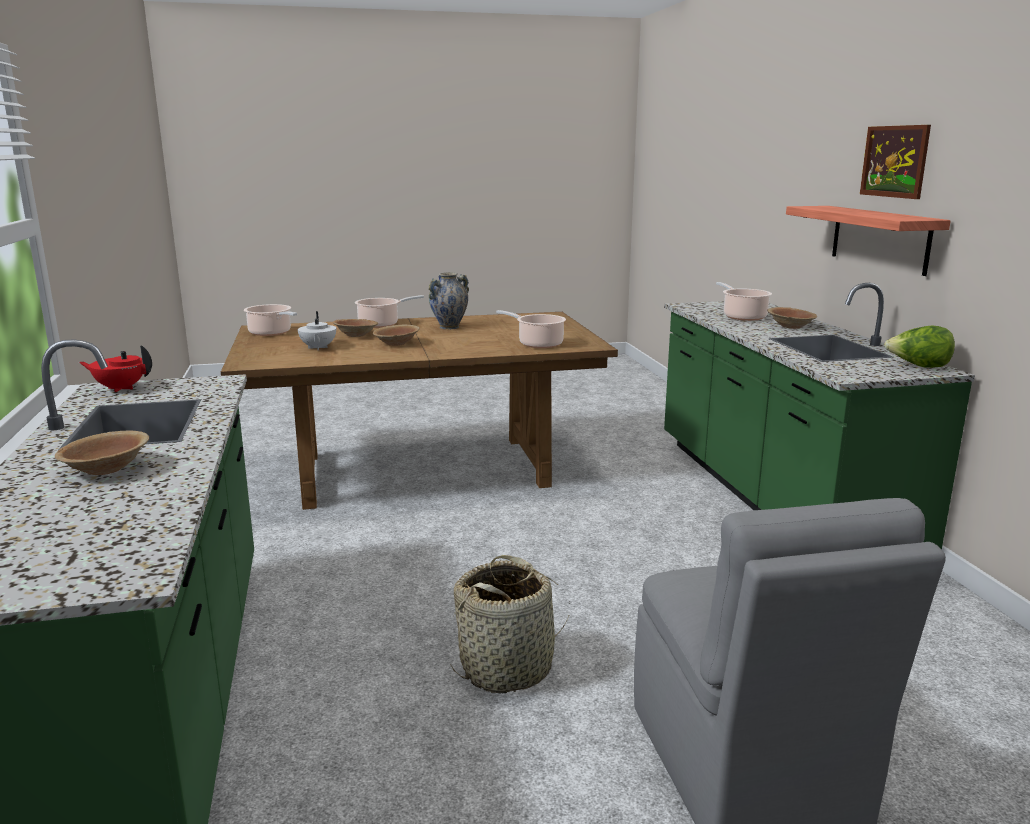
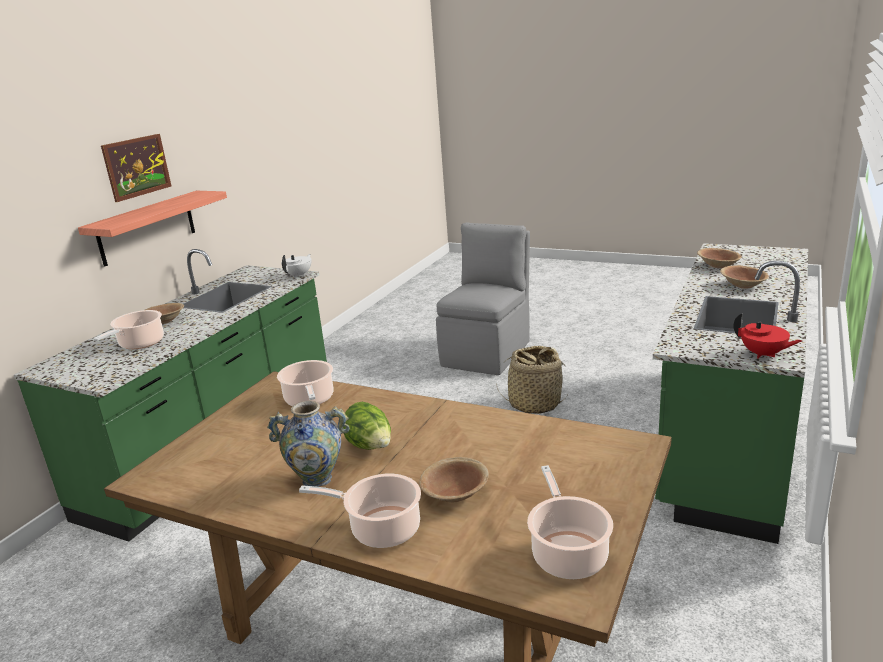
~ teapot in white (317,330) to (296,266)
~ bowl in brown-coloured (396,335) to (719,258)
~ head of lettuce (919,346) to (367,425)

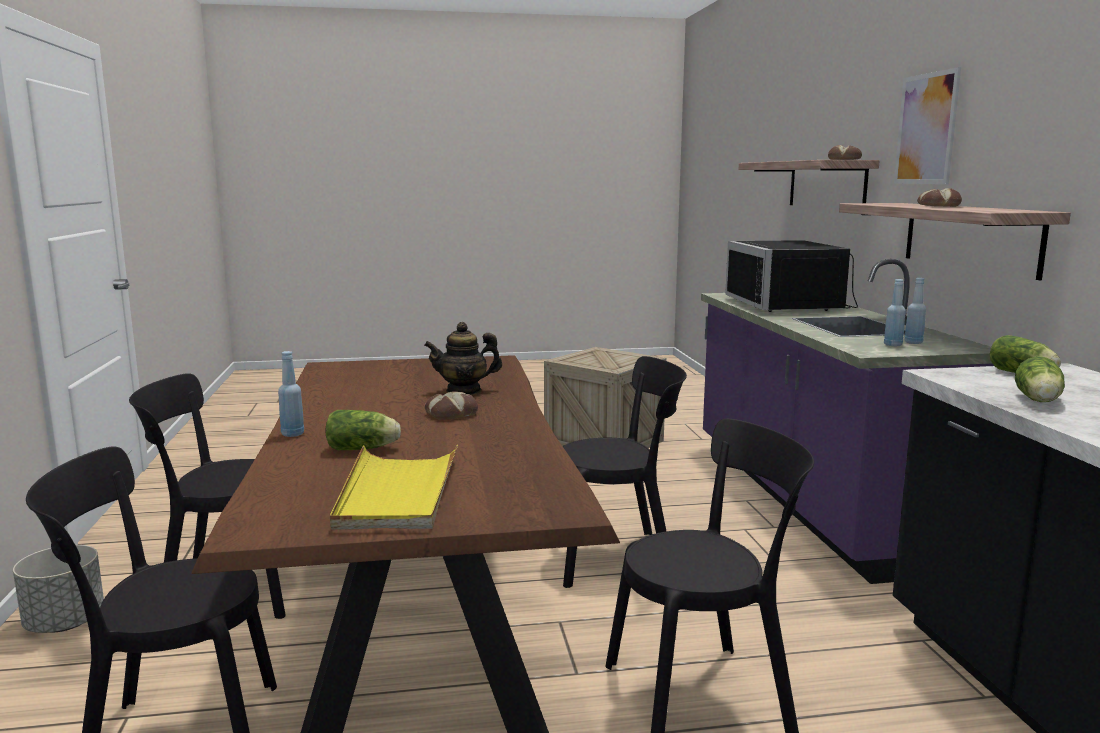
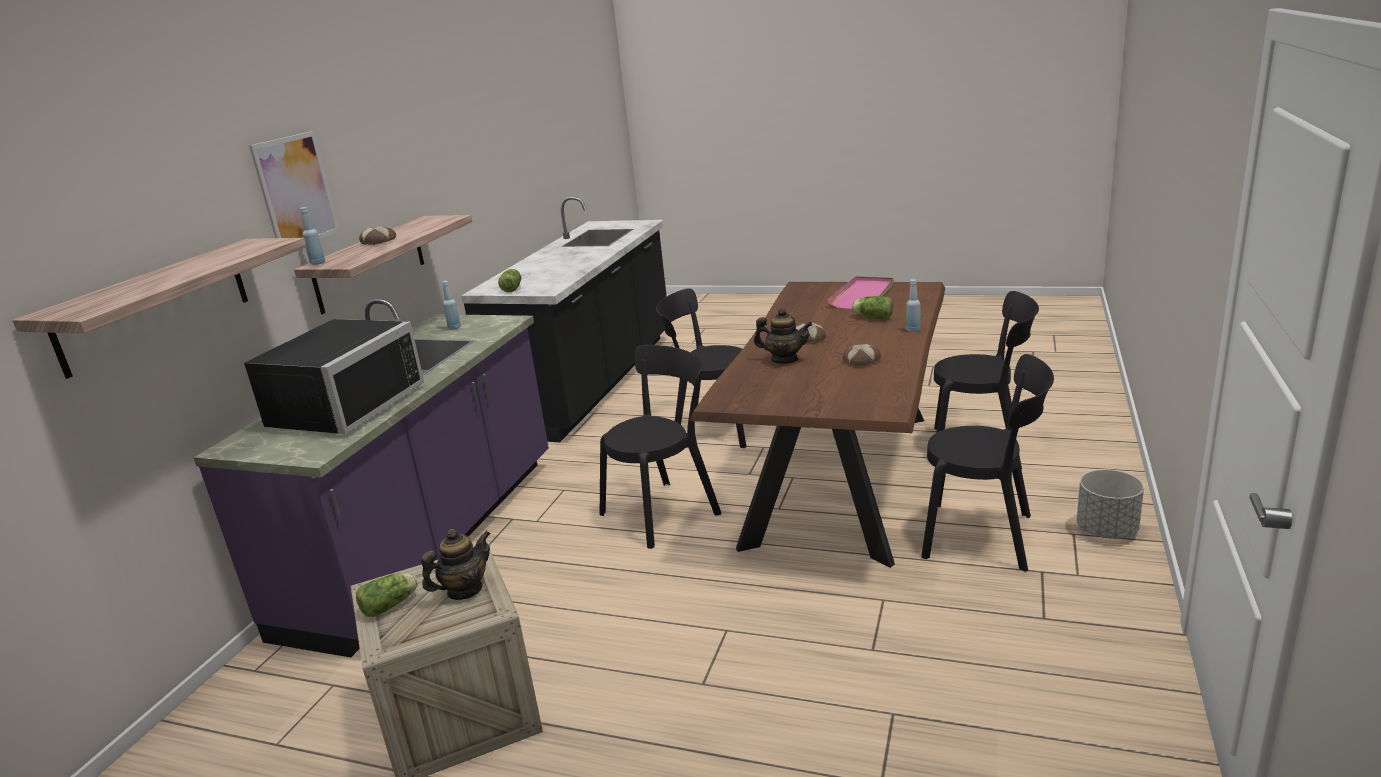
+ teapot (456,564)
~ bakery bread (845,152) to (861,355)
~ bottle in blue (895,312) to (312,236)
~ head of lettuce (1040,379) to (387,595)
~ carrying tray in yellow (394,487) to carrying tray in pink (860,292)
~ upright chair in black-coloured (625,472) = (661,447) 120 degrees clockwise

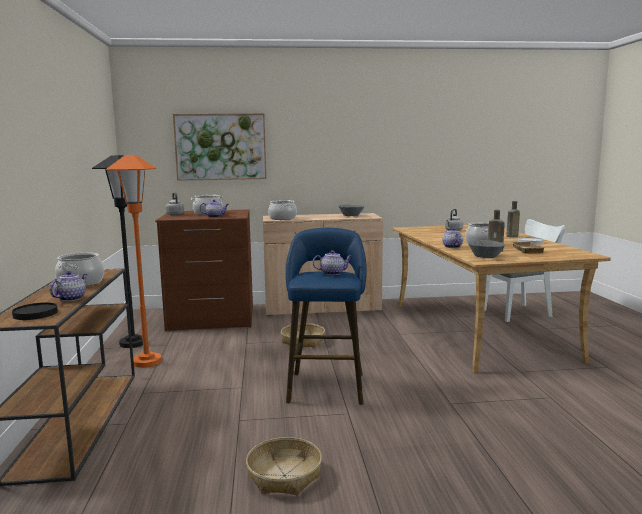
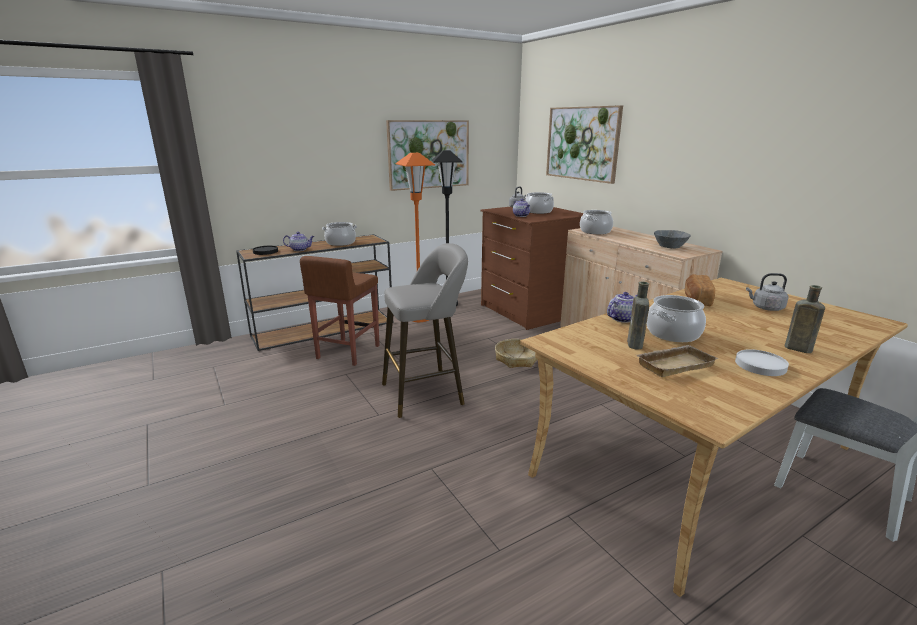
- basket (284,466)
- teapot (332,262)
- bowl in greyish (486,249)
+ sitting stool in brown-coloured (340,311)
+ wall picture (427,155)
+ bakery bread (700,290)
~ sitting stool in blue (326,316) to sitting stool in greyish (425,330)

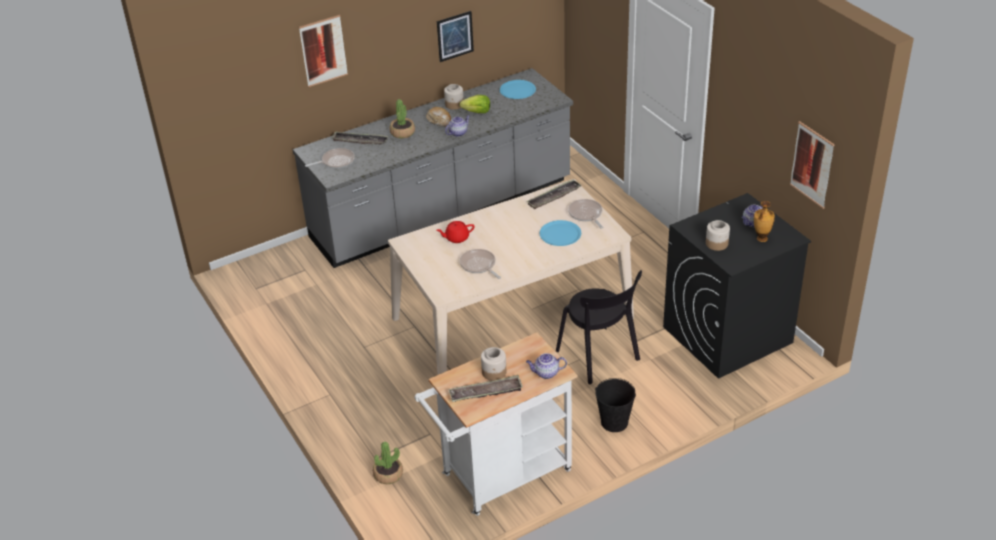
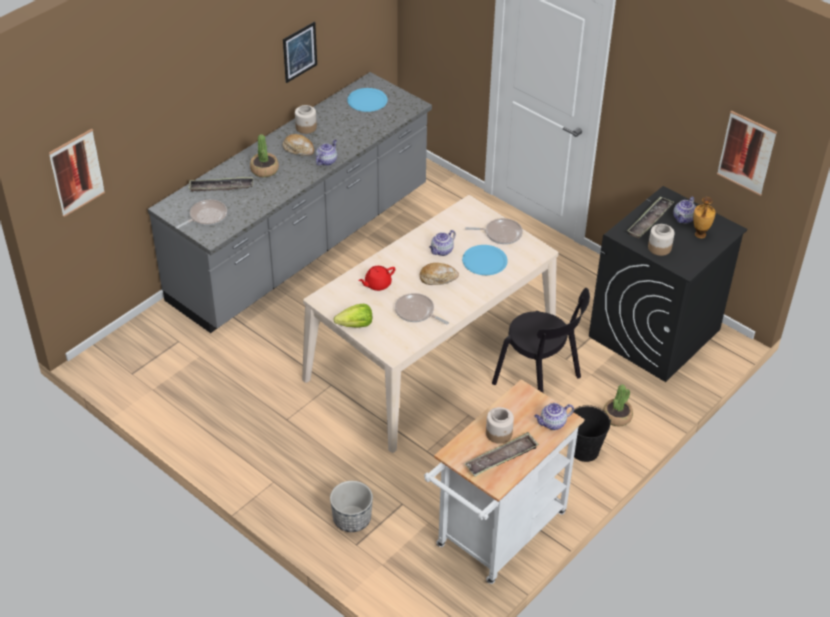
+ planter (351,506)
+ bakery bread (439,274)
+ teapot (442,243)
~ wall picture (323,51) to (77,173)
~ houseplant (388,463) to (618,405)
~ head of lettuce (475,104) to (353,316)
~ carrying tray (554,194) to (650,217)
~ pan (586,214) = (494,231) 135 degrees clockwise

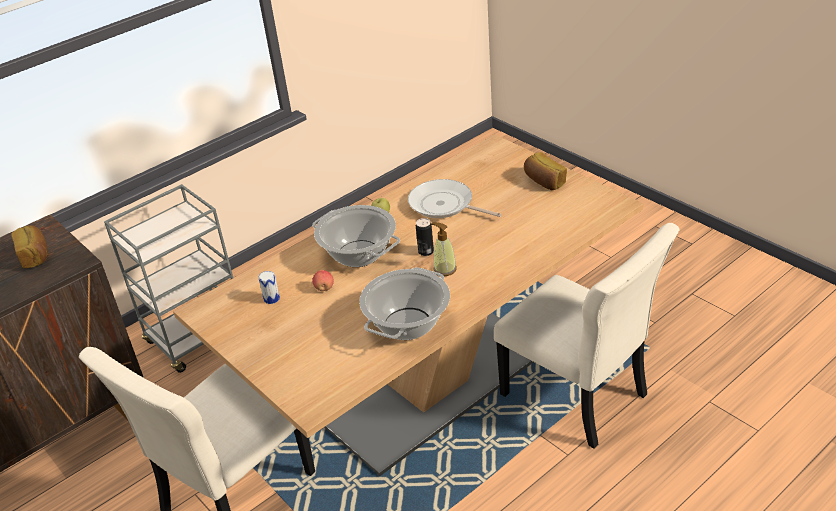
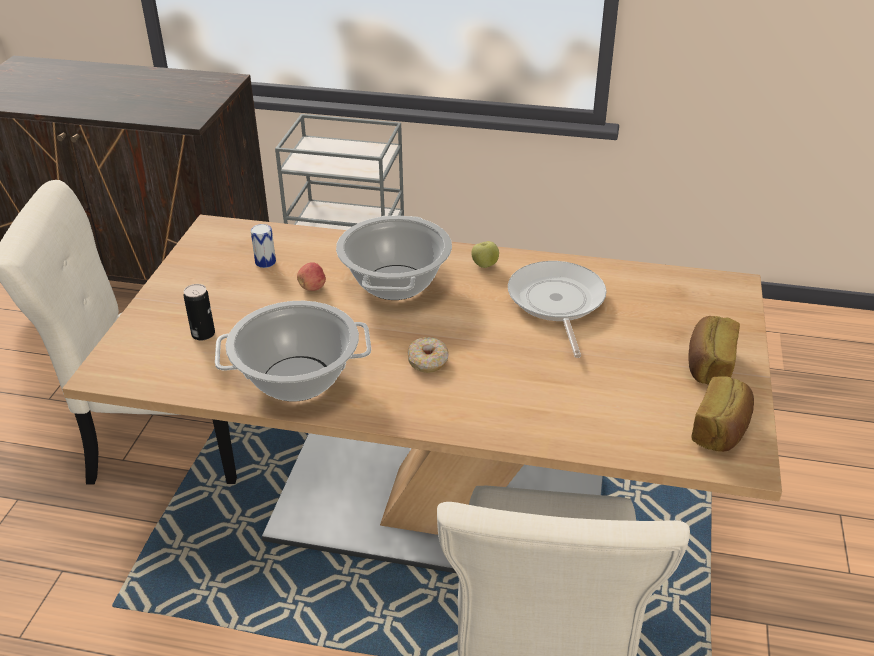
~ bakery bread (29,246) to (722,414)
~ can (425,237) to (199,312)
~ soap dispenser (444,249) to ring doughnut (428,355)

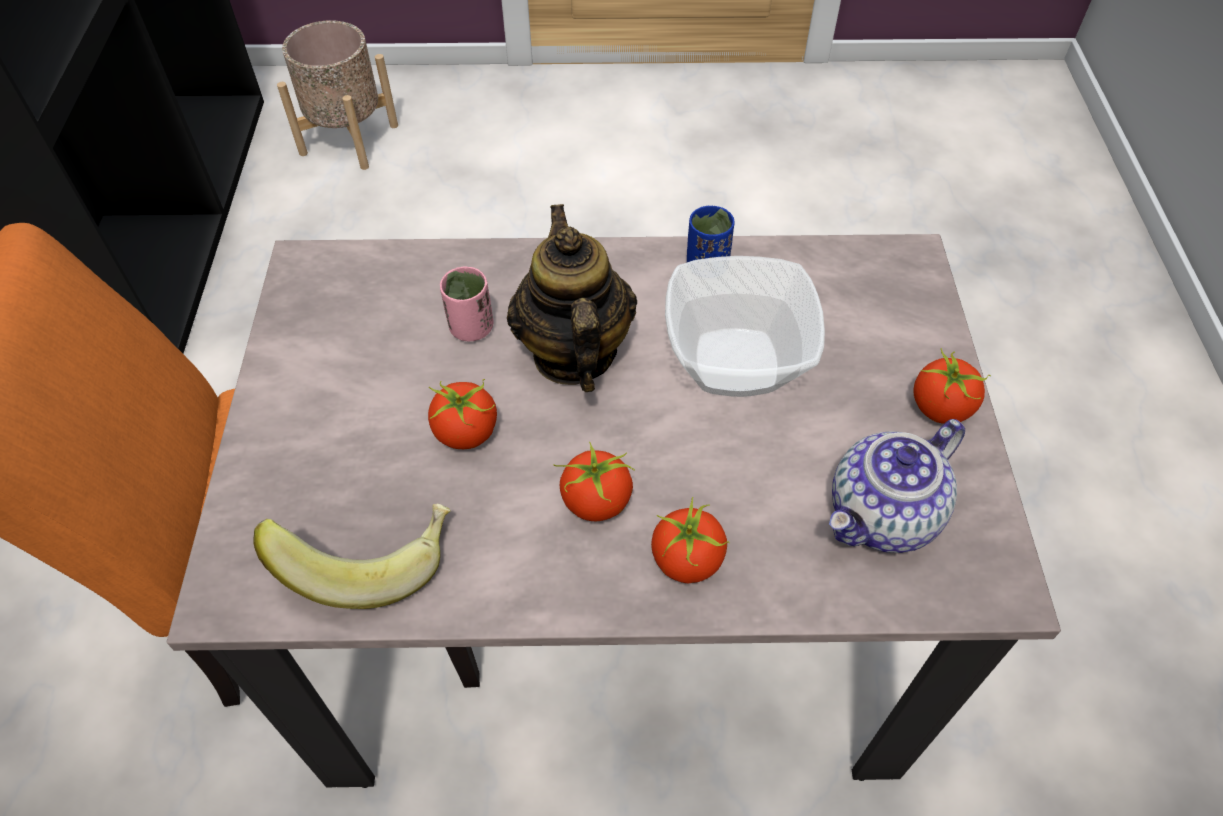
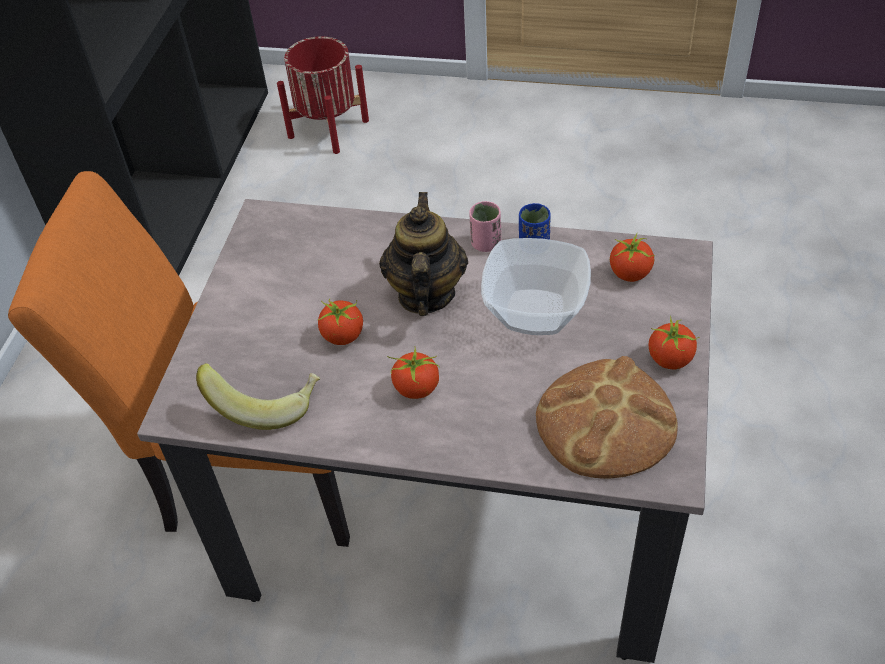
~ cup in pink (467,303) to (485,226)
~ tomato (690,540) to (632,258)
~ teapot (897,486) to bakery bread (607,417)
~ planter in beige (337,95) to planter in reddish (323,95)

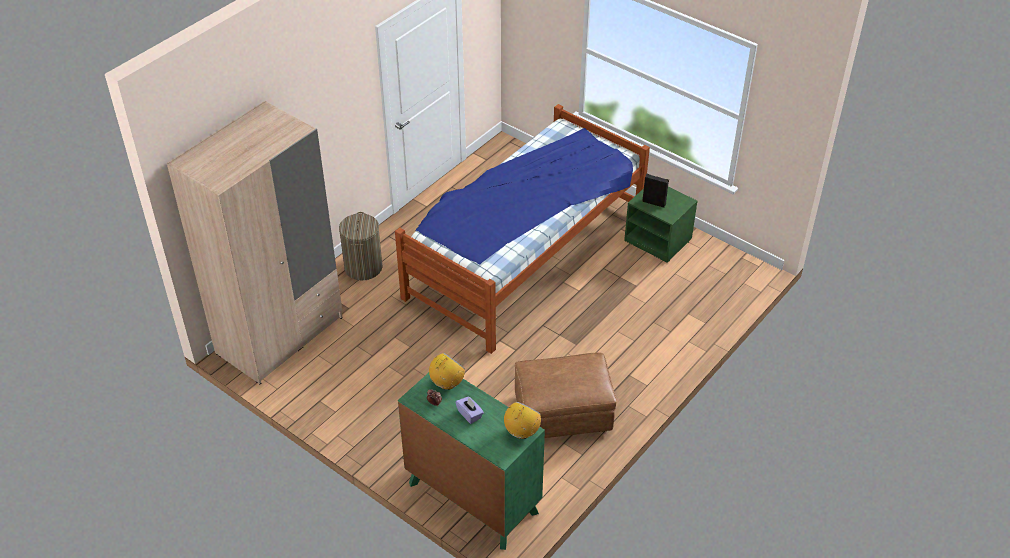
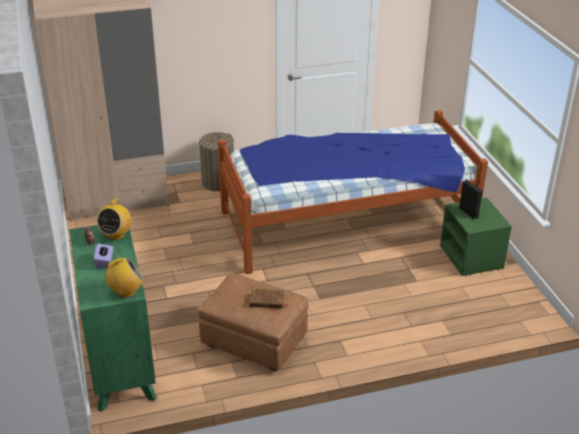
+ volume in brown-coloured (268,299)
~ radio set (447,371) = (114,219) 120 degrees clockwise

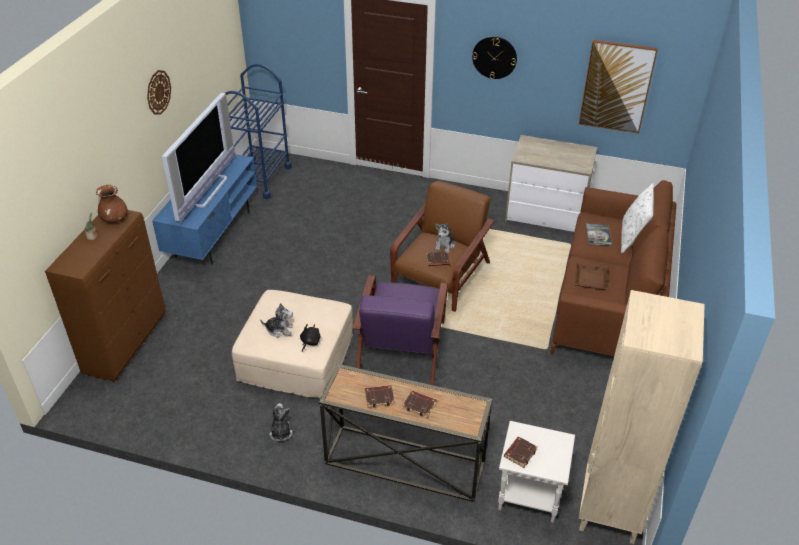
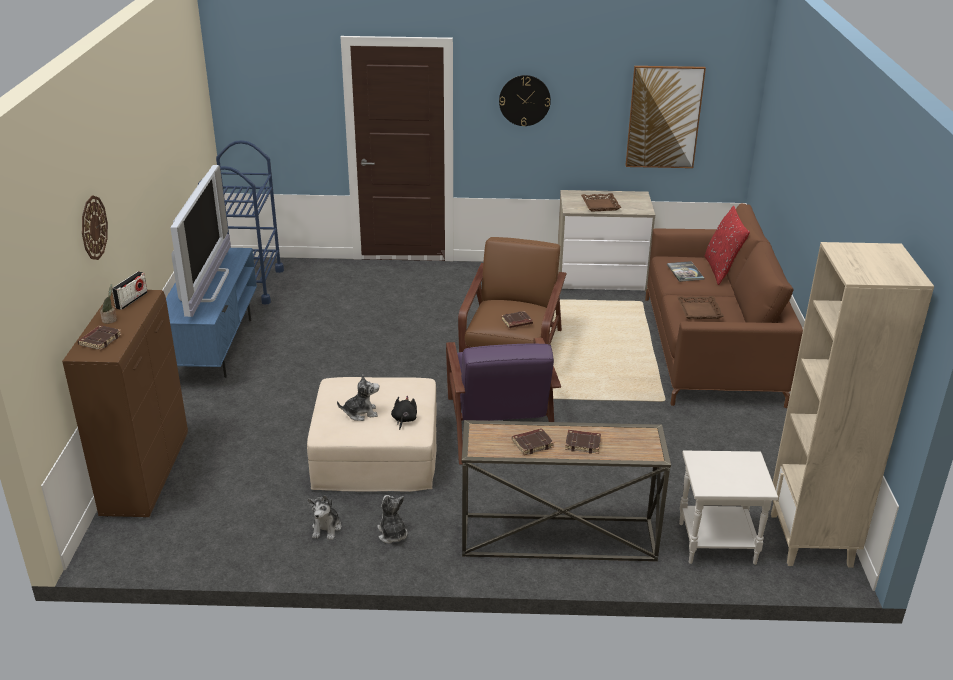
+ carrying tray in brown-coloured (601,202)
~ hanging clock (159,92) to (95,227)
~ plush toy (445,238) to (324,517)
~ volume in brown-coloured (520,452) to (100,337)
~ decorative vase in brown-coloured (112,204) to radio set (130,290)
~ throw pillow in white (637,218) to throw pillow in reddish (727,245)

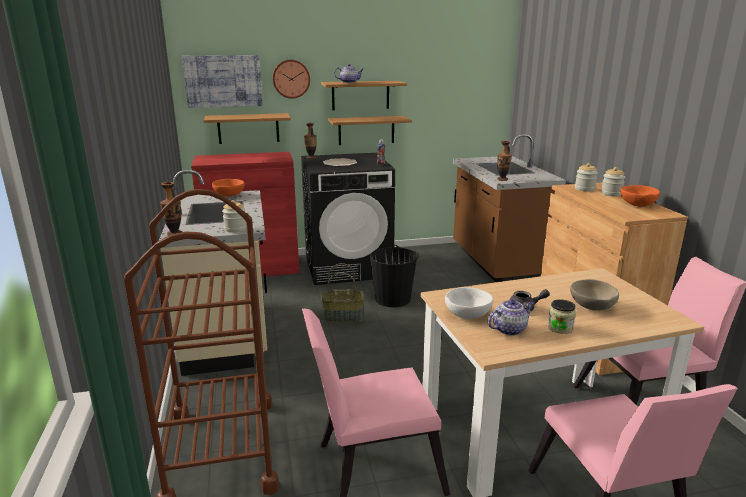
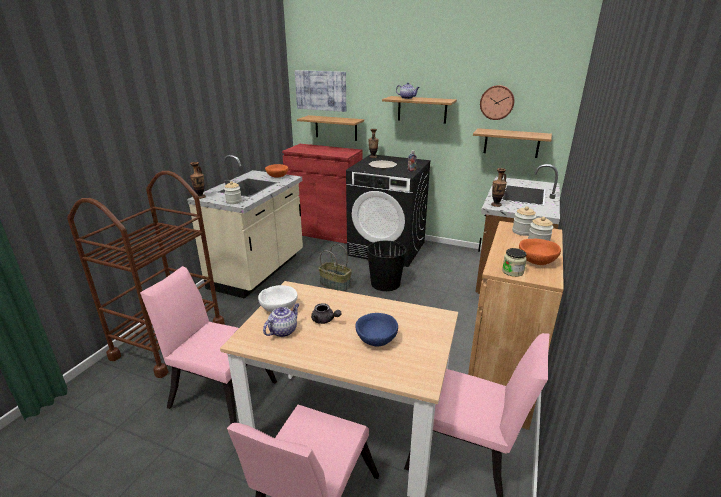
~ hanging clock (291,79) to (497,102)
~ shelf (370,130) to (512,143)
~ preserve jar (561,317) to (514,262)
~ bowl in beige (594,295) to bowl in blue (376,329)
~ teapot (511,317) = (281,320) 60 degrees counterclockwise

